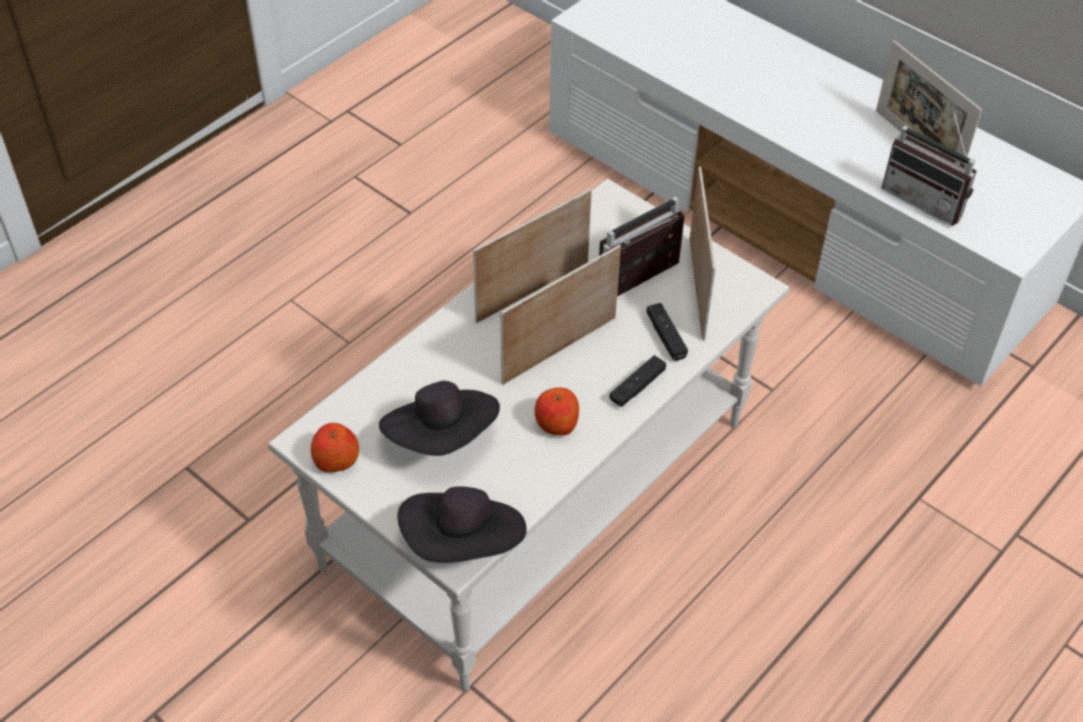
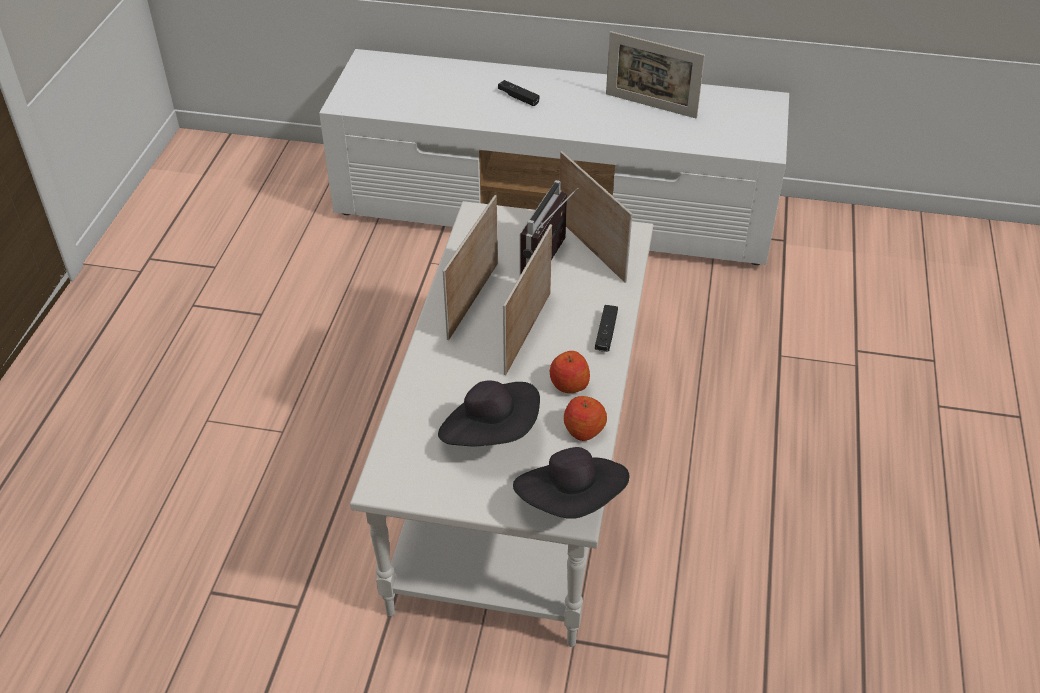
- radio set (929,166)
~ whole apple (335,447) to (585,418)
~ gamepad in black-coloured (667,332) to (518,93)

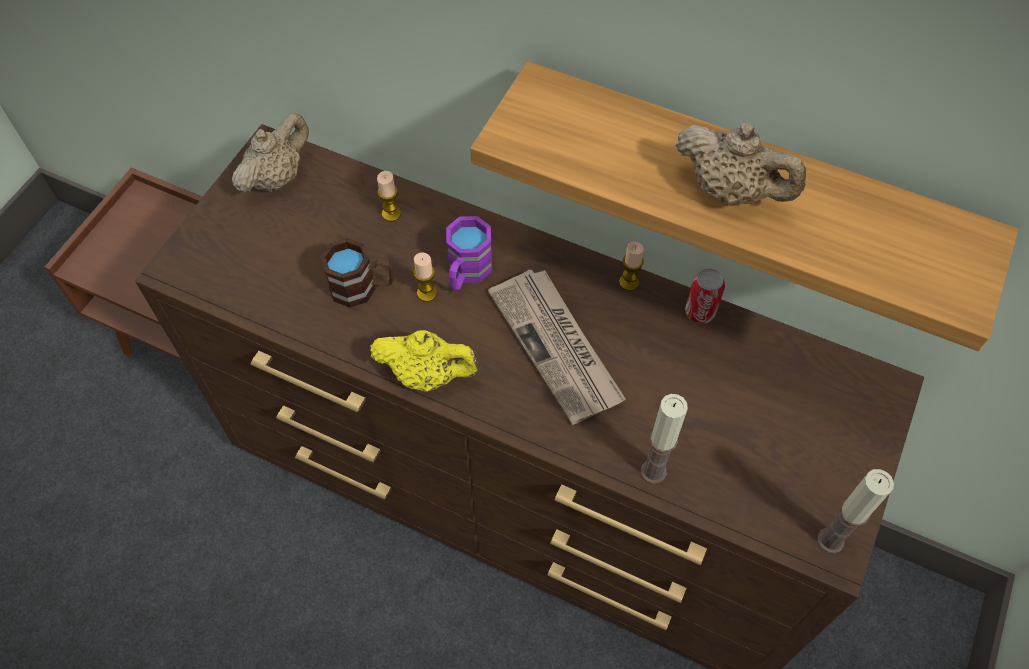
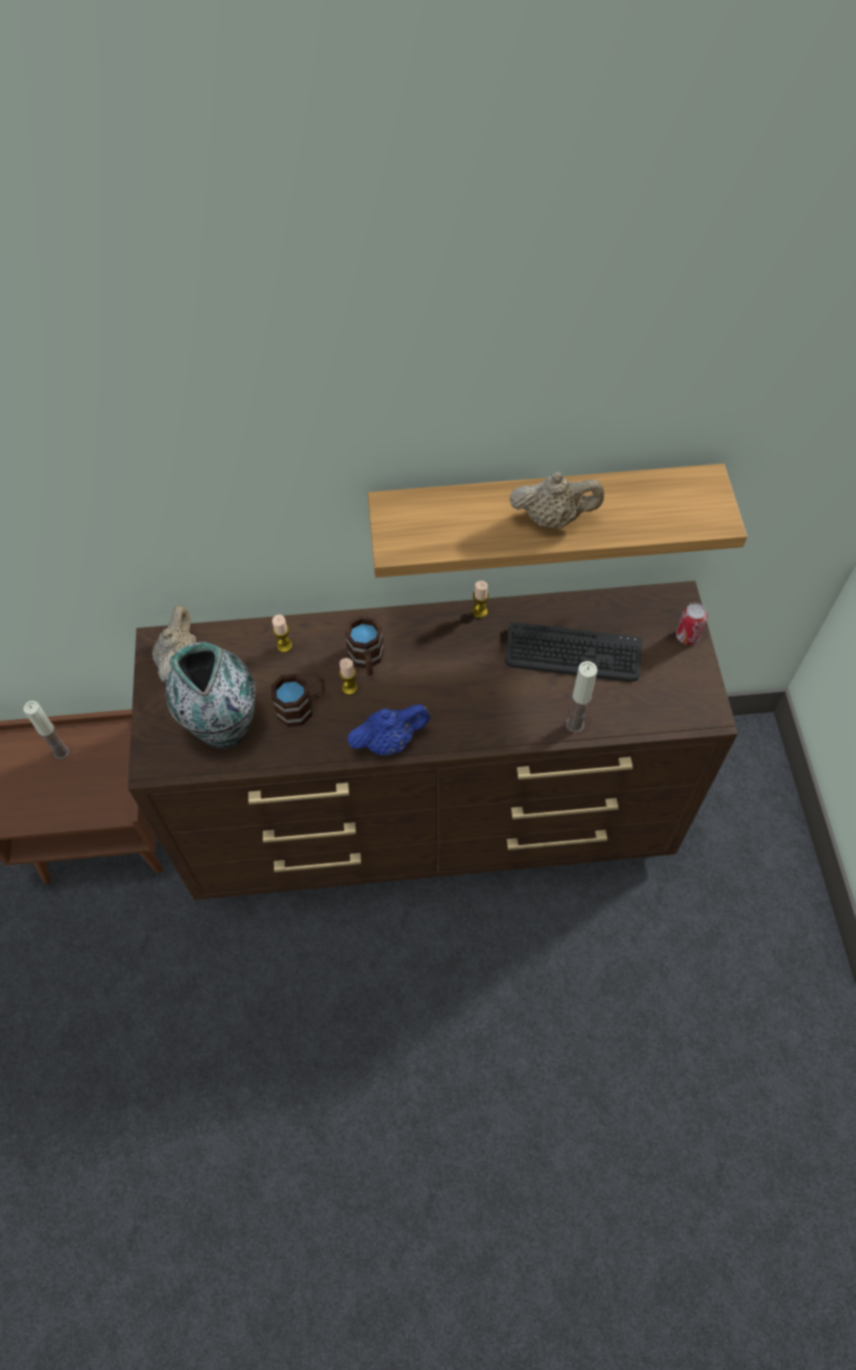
- printed paper (557,347)
+ decorative vase (211,695)
+ PC keyboard (573,652)
~ can (705,295) to (691,624)
~ candle (855,511) to (46,730)
~ teapot in yellow (425,361) to teapot in blue (388,729)
~ mug in purple (469,253) to mug in brown-coloured (364,646)

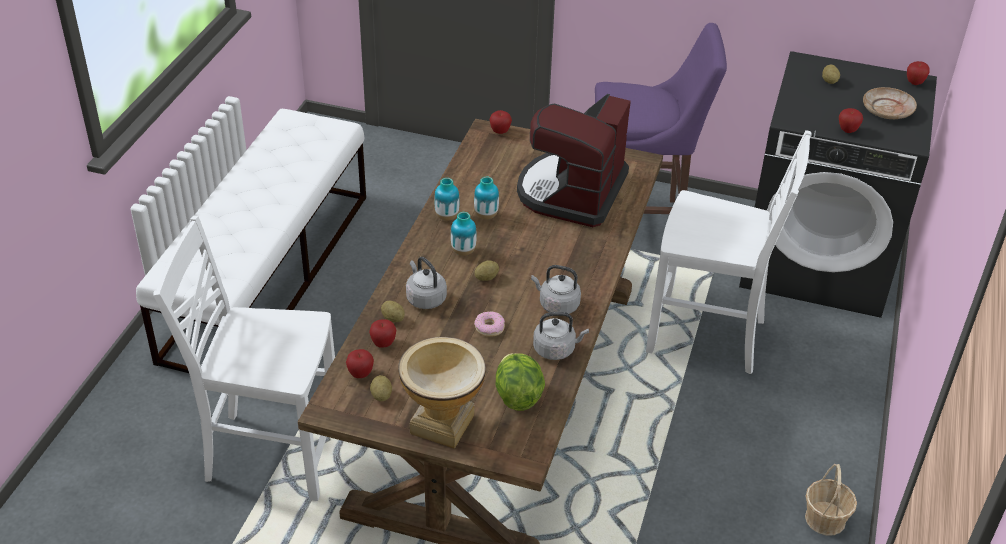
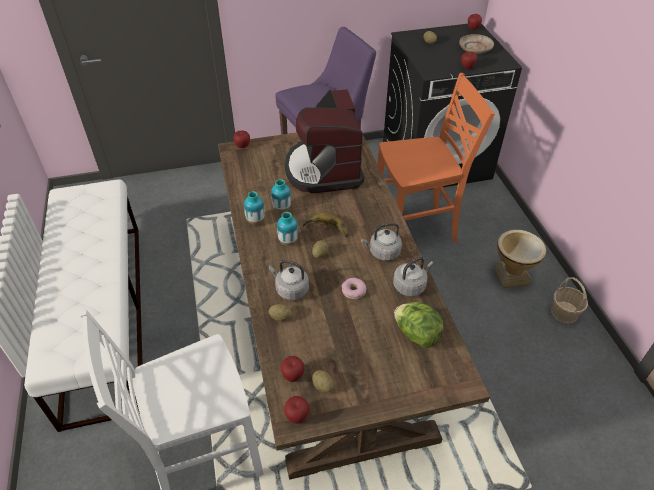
+ whole banana (324,225)
~ whole apple (382,333) to (296,410)
~ decorative vase (442,393) to (520,258)
~ upright chair in white (729,252) to upright chair in orangey (436,158)

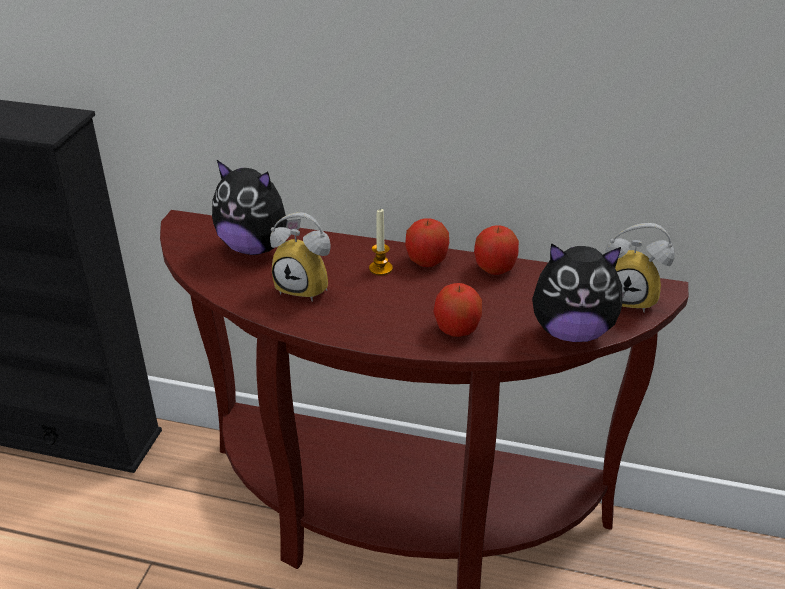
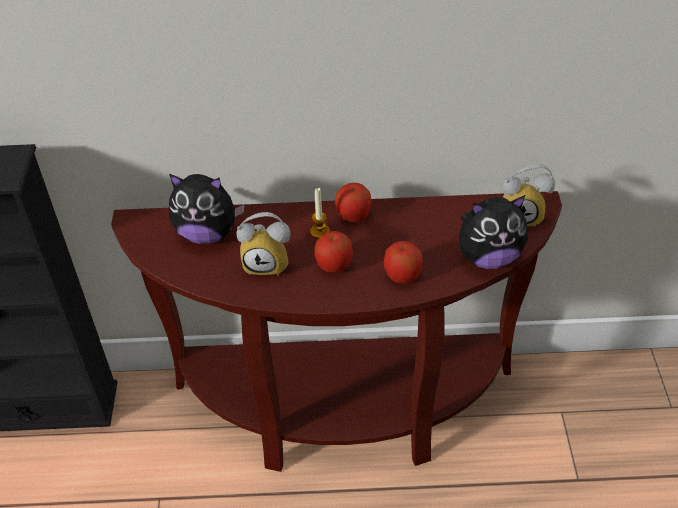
~ whole apple (496,250) to (333,252)

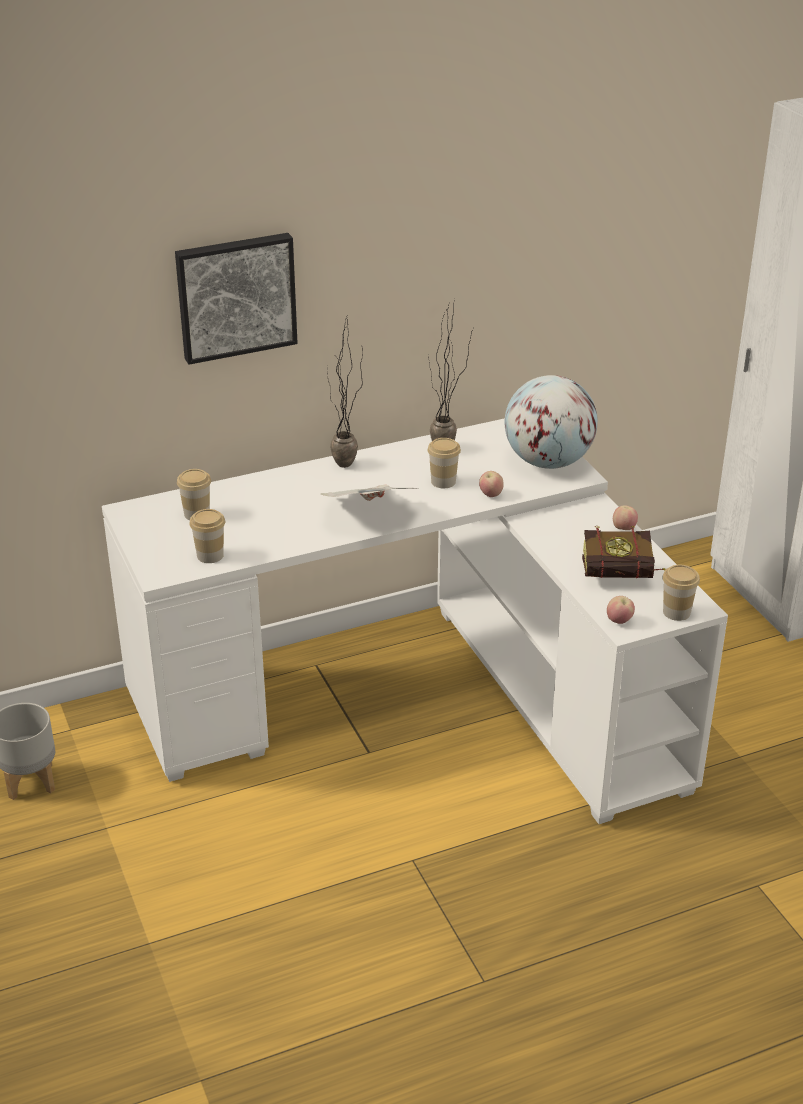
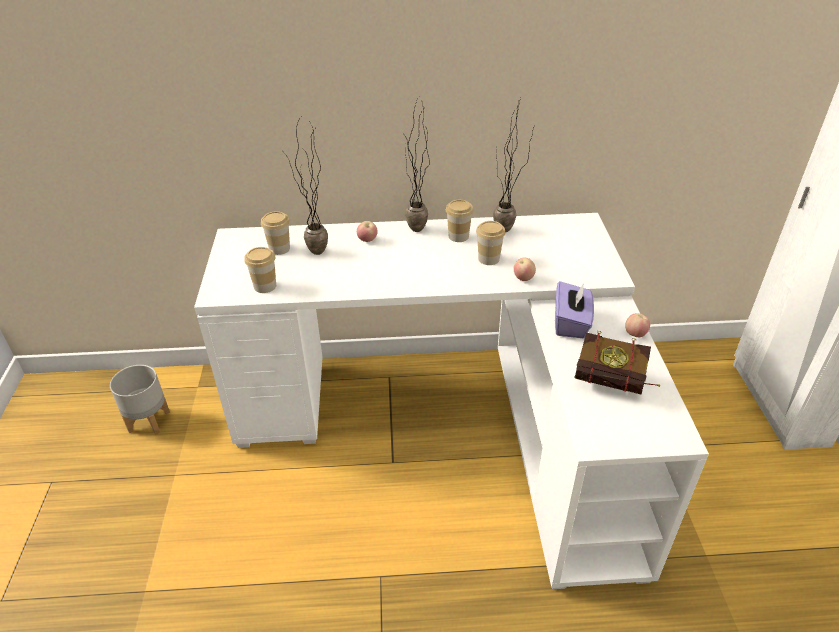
- wall picture (236,299)
- printed paper (369,493)
- world globe (551,422)
+ houseplant (306,186)
+ tissue holder in purple (574,309)
~ whole apple (621,610) to (367,231)
~ cup (681,593) to (460,221)

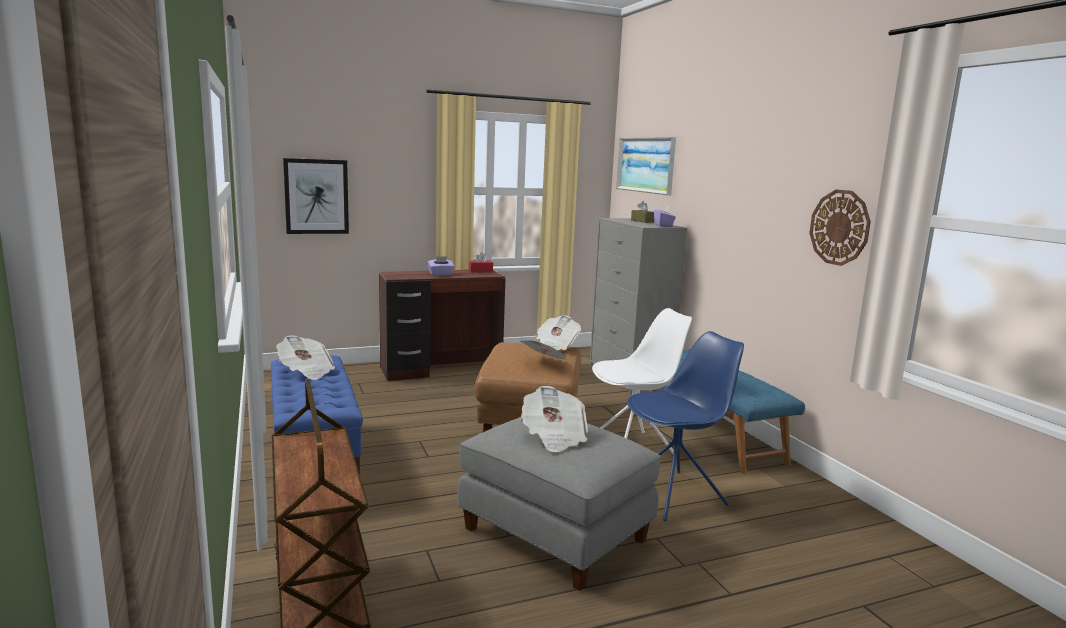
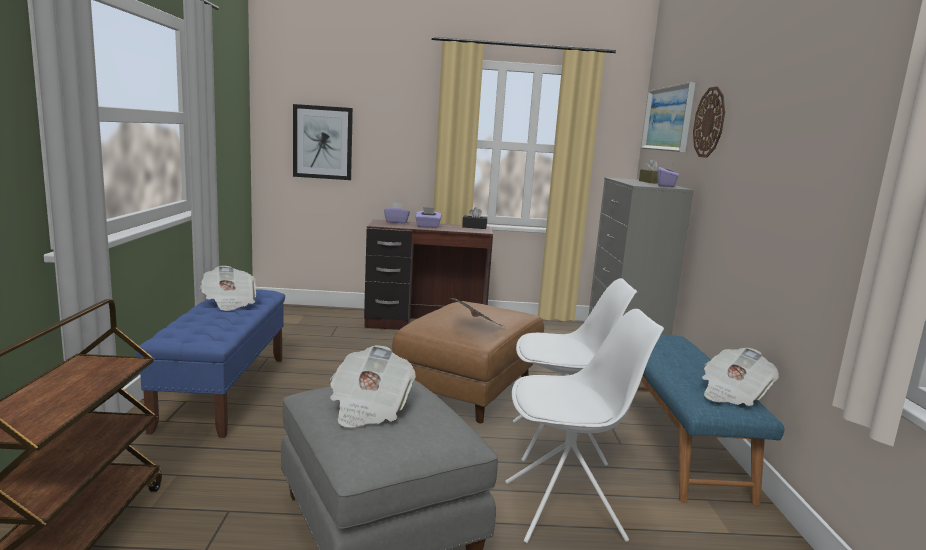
+ tissue holder in purple (397,213)
~ printed paper (558,333) to (740,377)
~ hanging clock (840,228) to (709,122)
~ tissue holder in reddish (481,262) to tissue holder in black-coloured (474,218)
~ upright chair in blue (685,426) to upright chair in white (584,426)

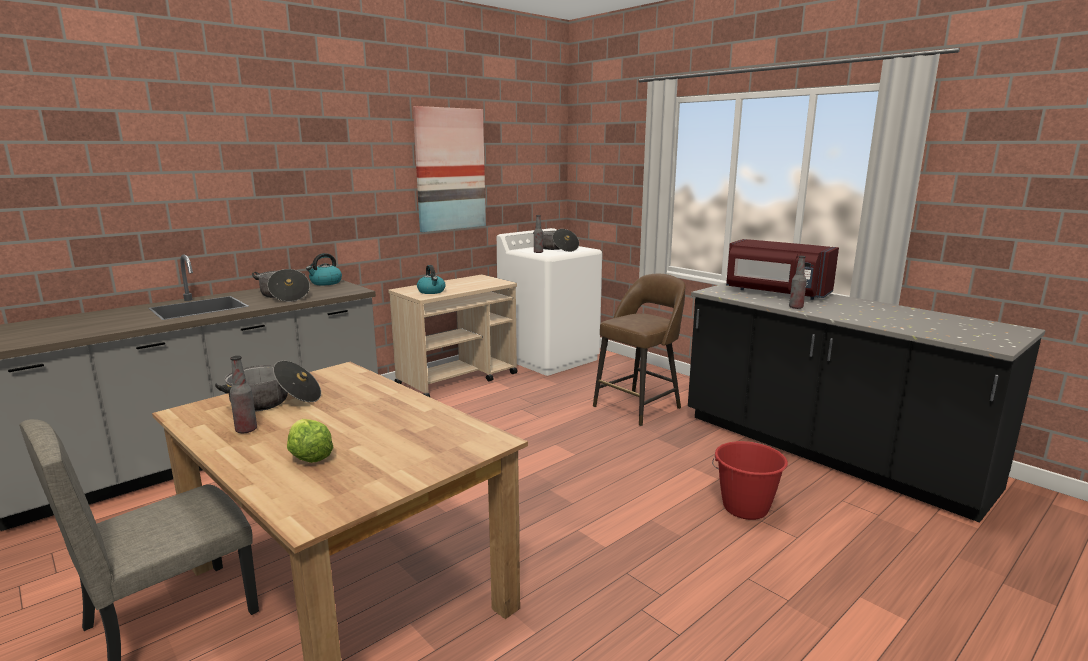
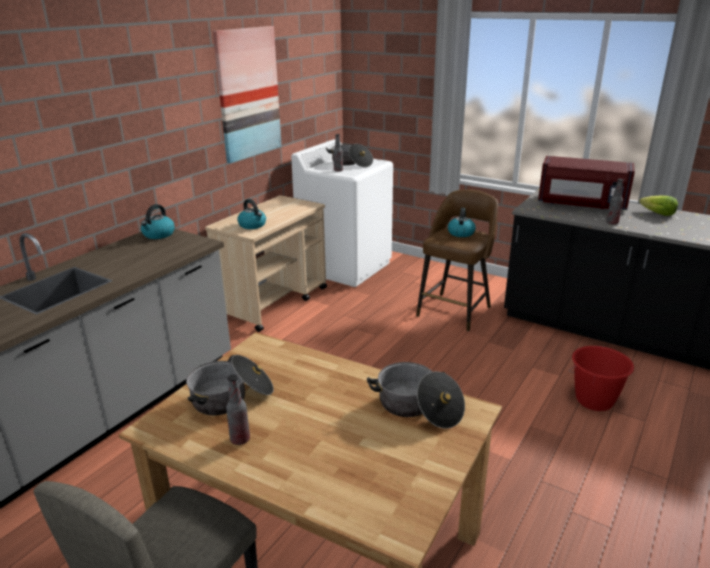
+ tea kettle (462,222)
~ cooking pot (281,285) to (416,395)
~ head of lettuce (310,441) to (658,205)

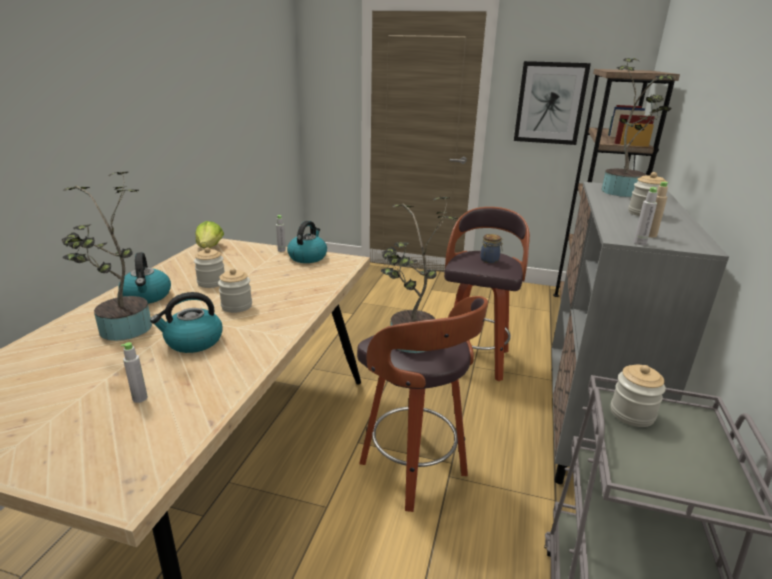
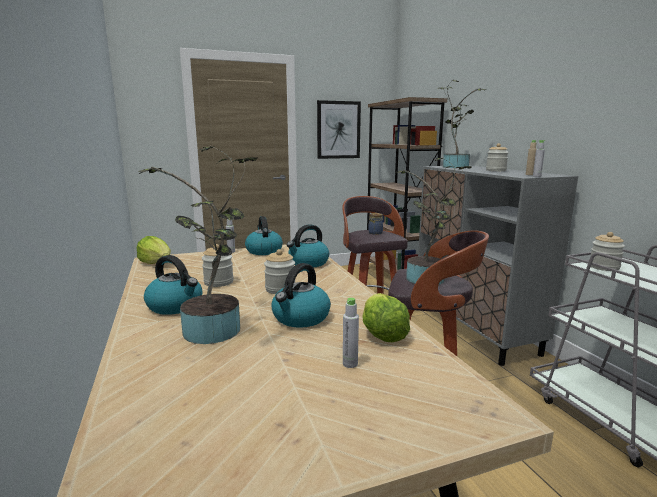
+ tea kettle (308,245)
+ head of lettuce (386,317)

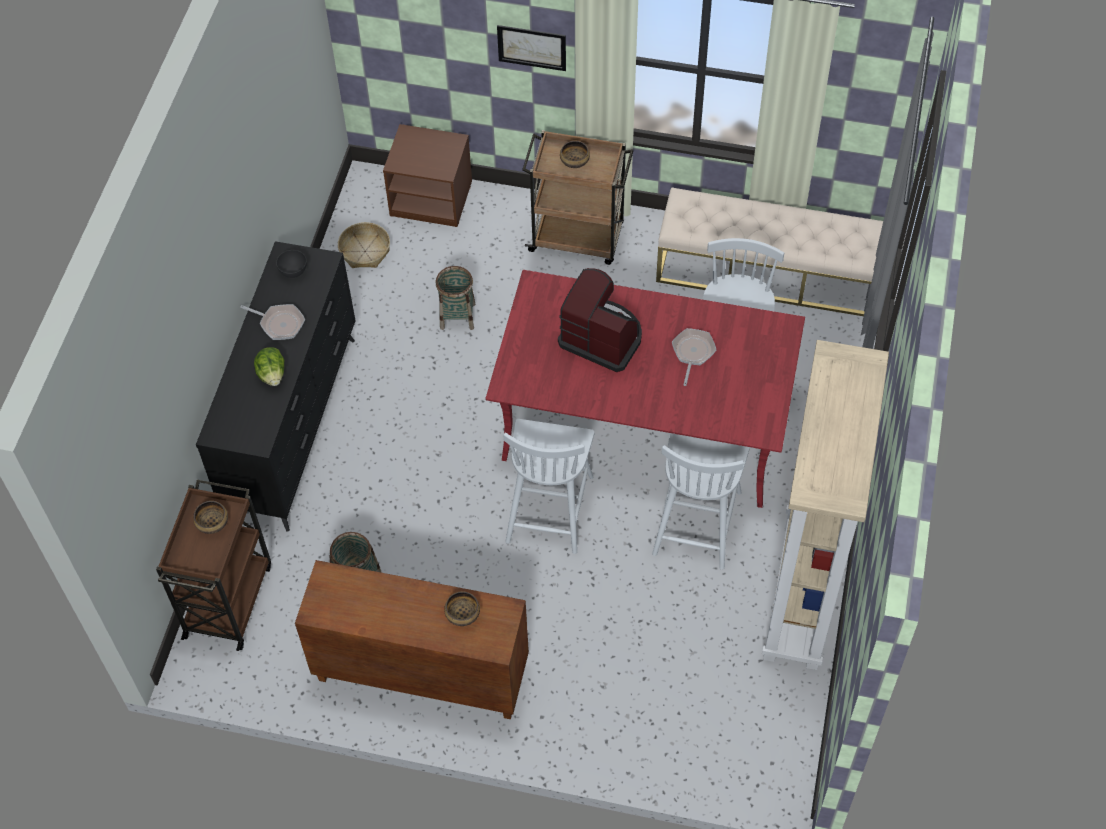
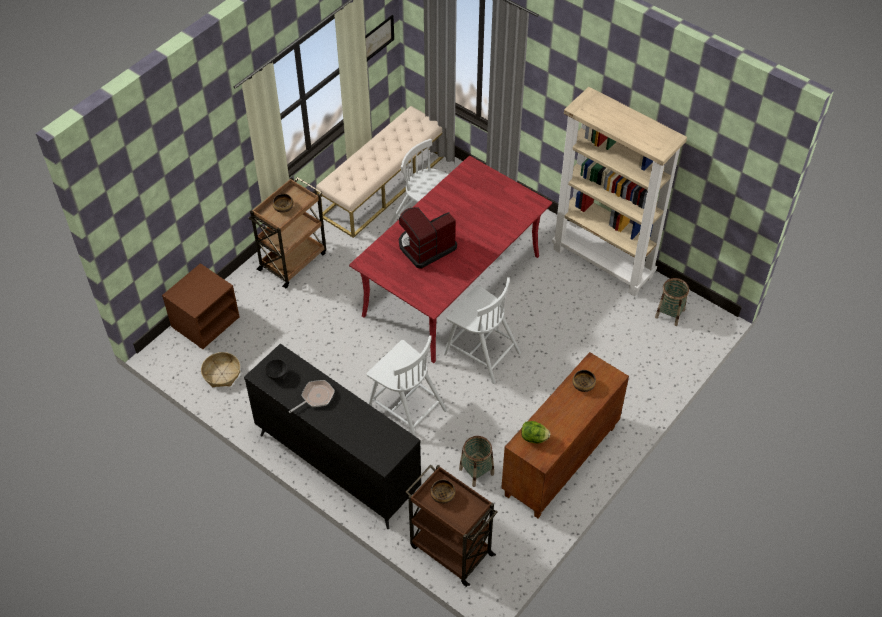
- pan (694,357)
~ head of lettuce (269,366) to (535,432)
~ basket (455,298) to (672,302)
~ wall picture (531,48) to (379,37)
~ upright chair in white (701,501) to (406,386)

